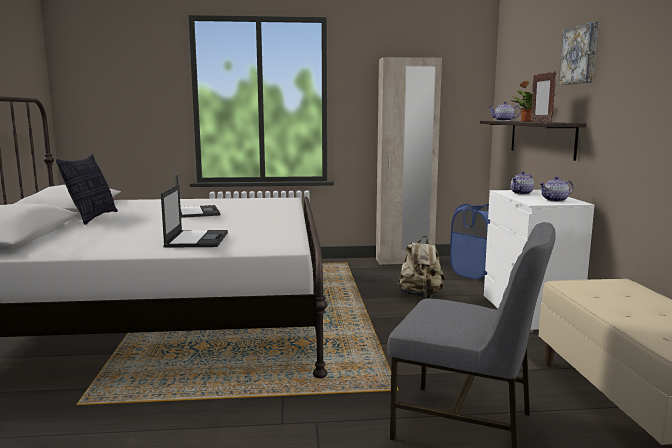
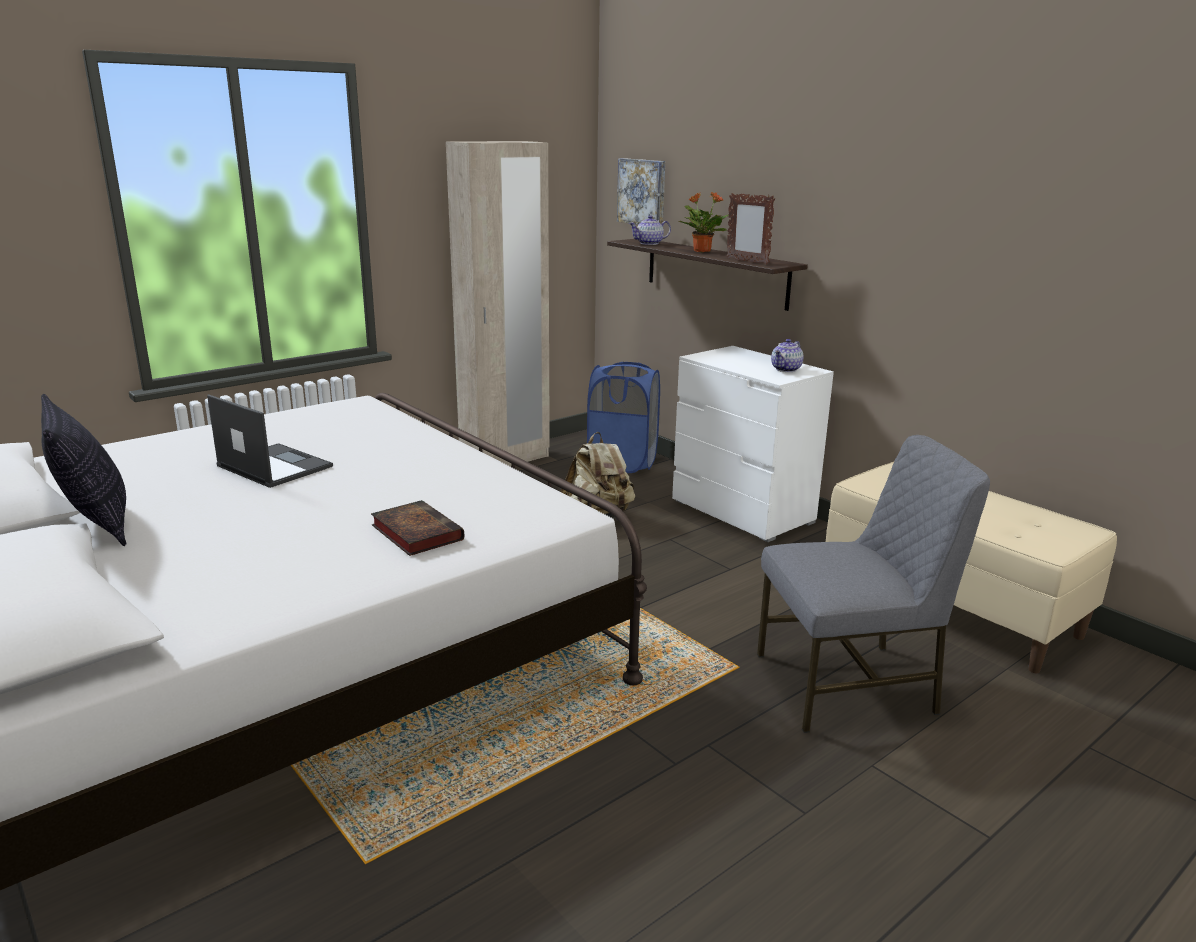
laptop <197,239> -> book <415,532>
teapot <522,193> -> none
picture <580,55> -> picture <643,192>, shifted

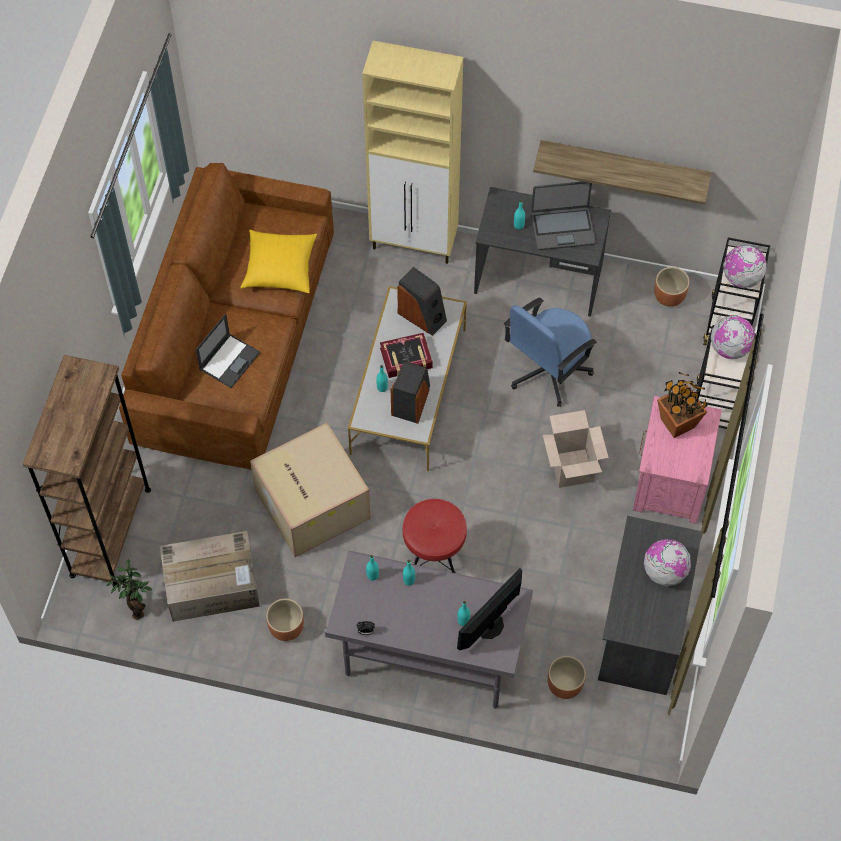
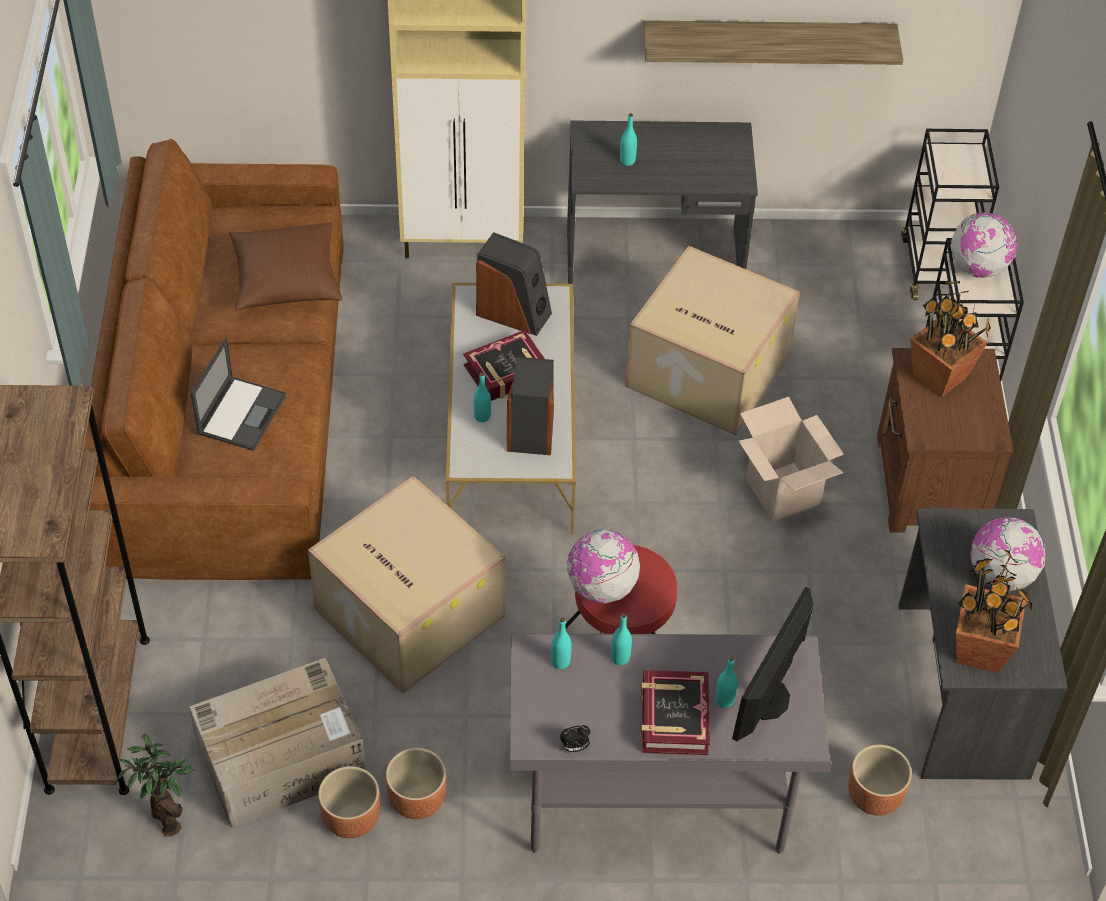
pillow in yellow <279,268> -> pillow in brown <286,280>
office chair in blue <547,371> -> cardboard box <705,371>
laptop <562,228> -> none
nightstand in pink <669,482> -> nightstand in brown <929,485>
planter in brown <668,296> -> planter in brown <350,819>, shifted
globe <741,278> -> globe <601,587>, shifted
none -> book <673,718>
none -> potted plant <980,652>

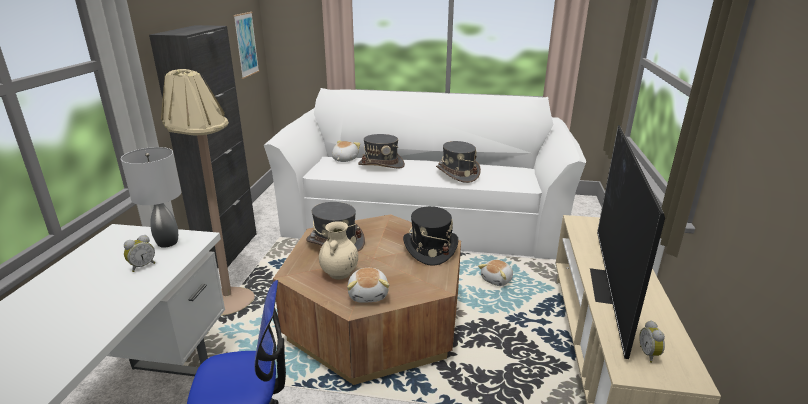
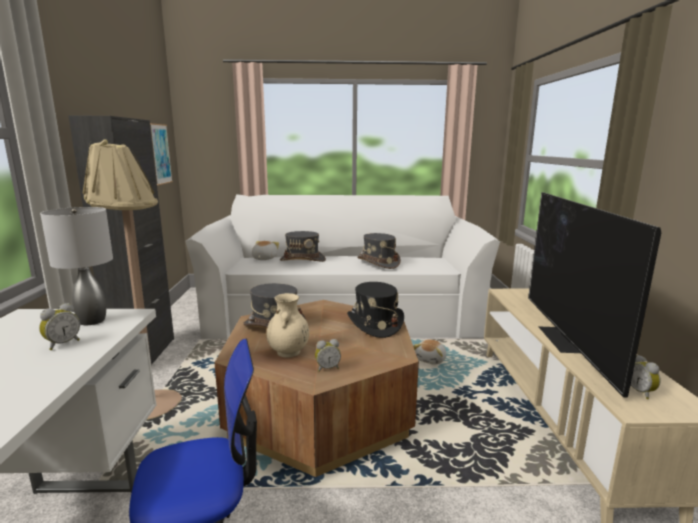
plush toy <369,294> -> alarm clock <327,368>

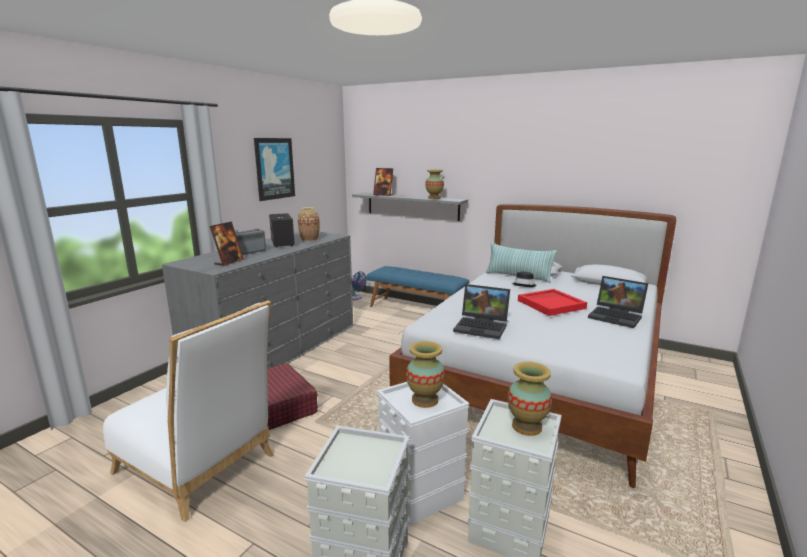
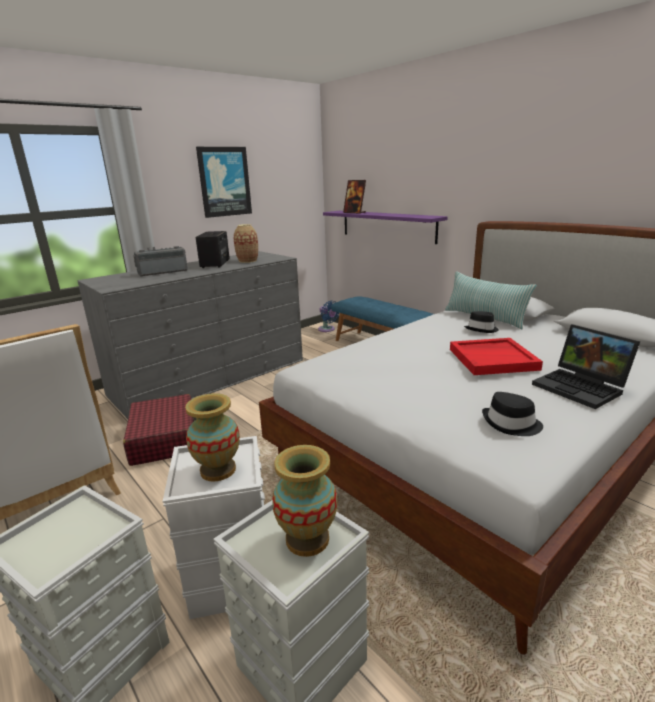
picture frame <229,262> -> none
shelf in grey <412,206> -> shelf in purple <387,226>
vase <434,198> -> none
laptop <482,327> -> none
none -> hat in black <511,424>

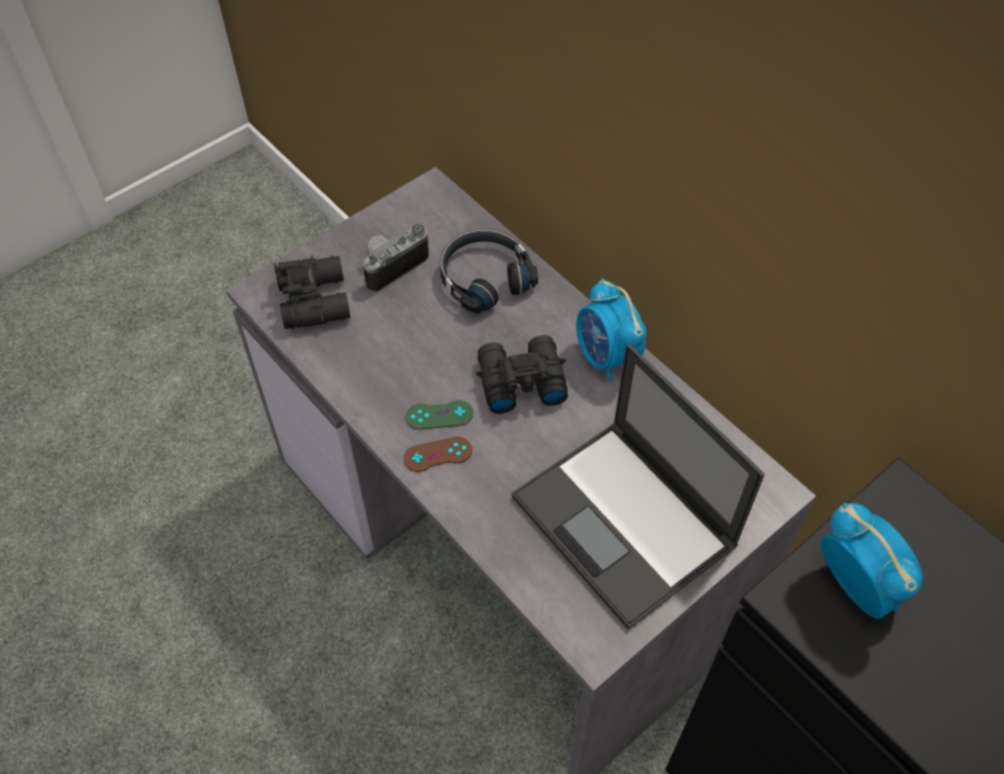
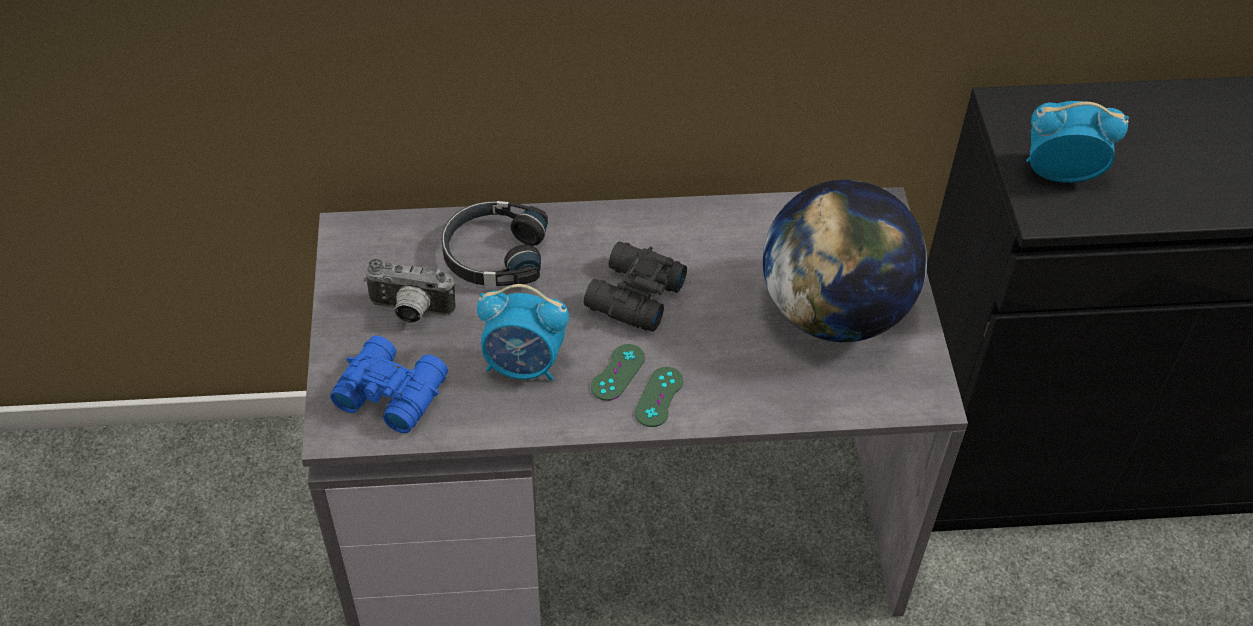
binoculars in black <316,299> -> binoculars in blue <390,391>
photo camera <392,265> -> photo camera <410,312>, 75 degrees counterclockwise
game controller in brown <438,454> -> game controller in green <659,397>
laptop <625,523> -> globe <834,312>
alarm clock <606,357> -> alarm clock <524,365>, shifted

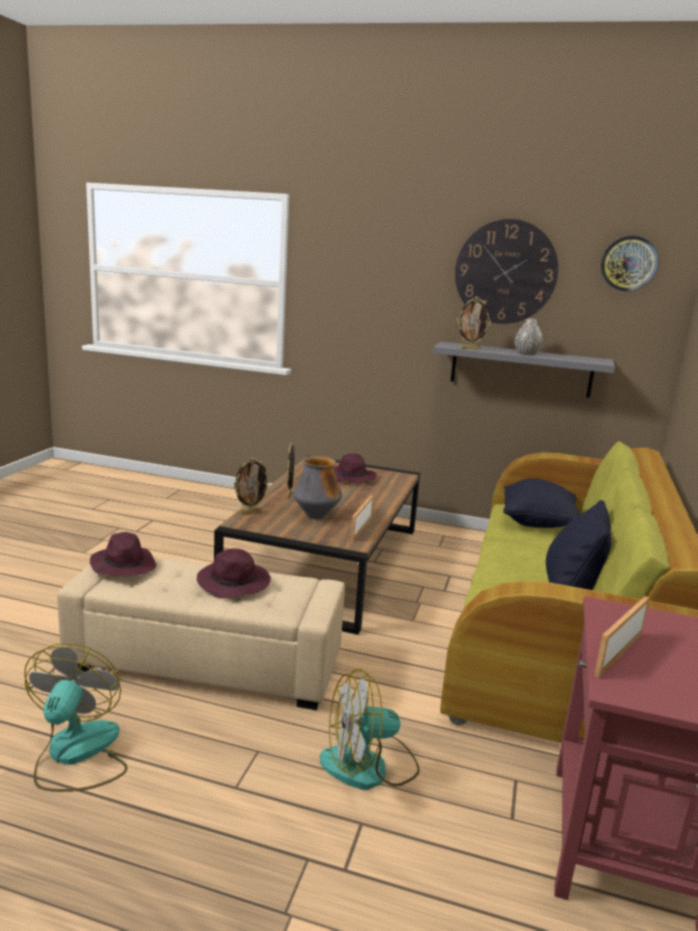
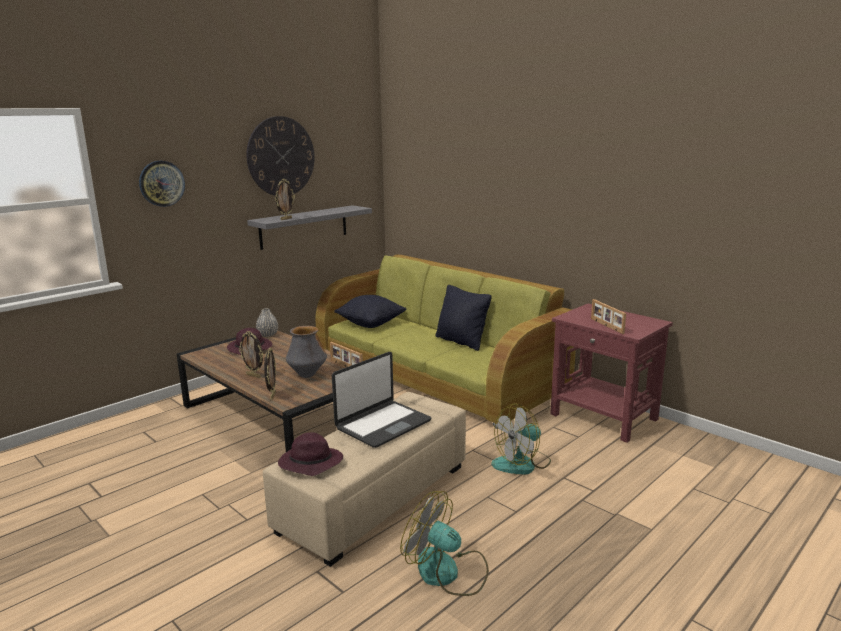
hat in purple <234,583> -> laptop <382,424>
fan <369,766> -> fan <522,463>, 45 degrees clockwise
vase in grey <526,353> -> vase in grey <267,335>, shifted
wall clock <629,263> -> wall clock <161,183>, shifted

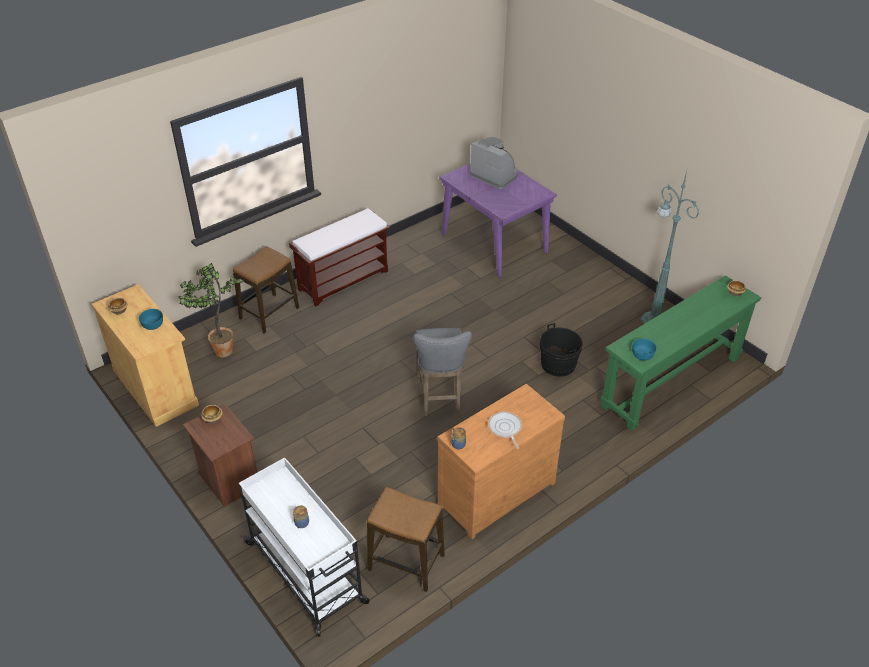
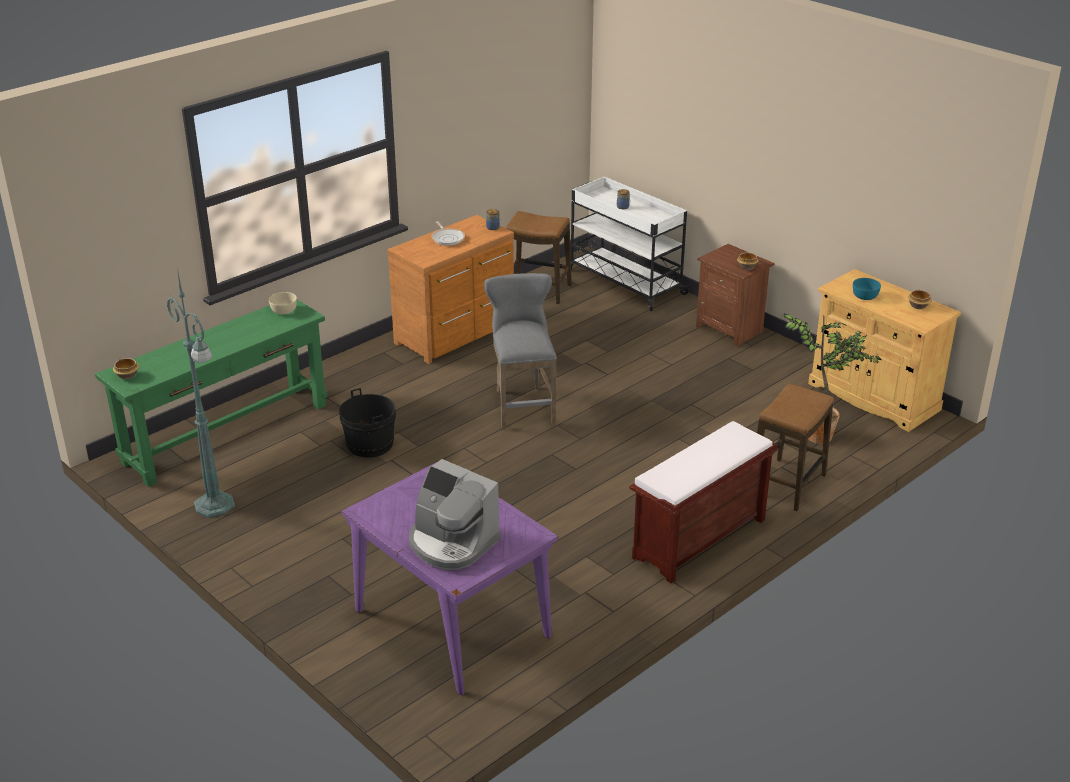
bowl in turquoise <642,355> -> bowl in beige <283,310>

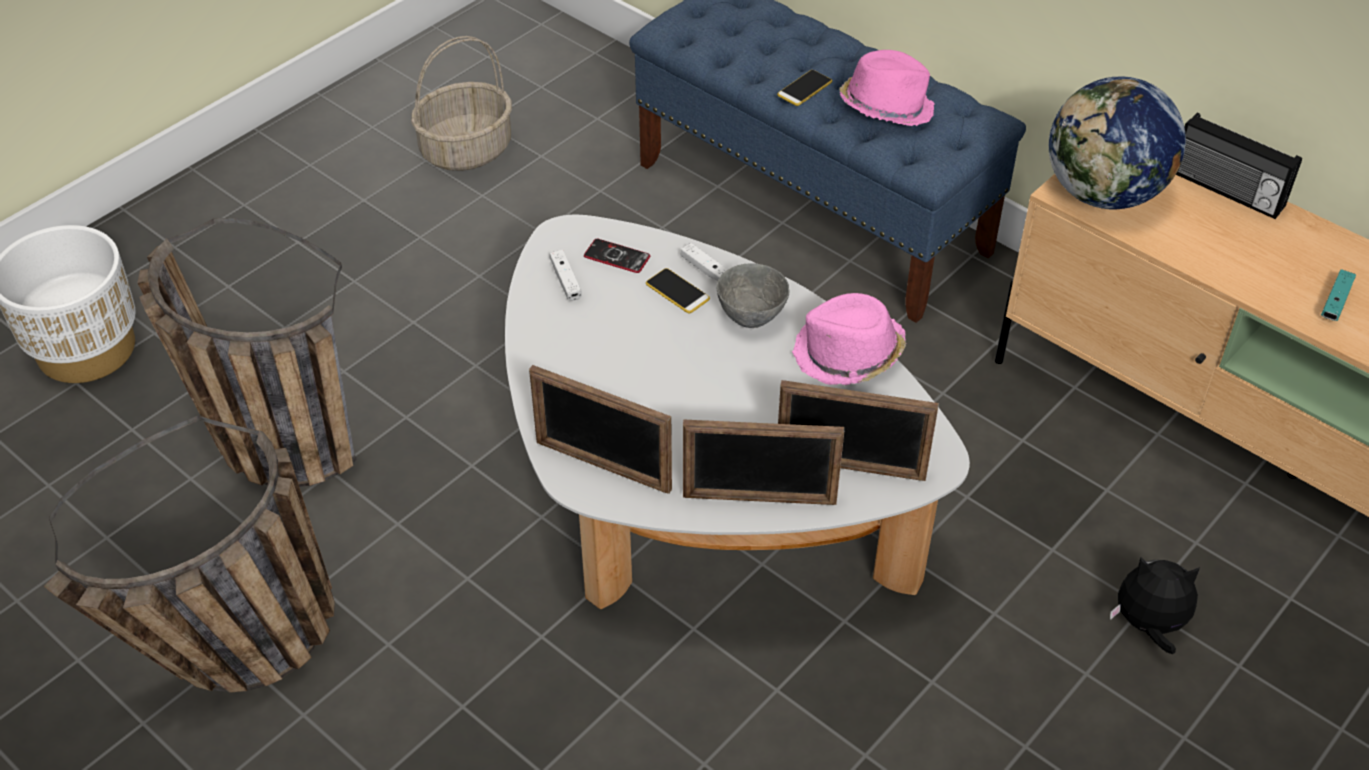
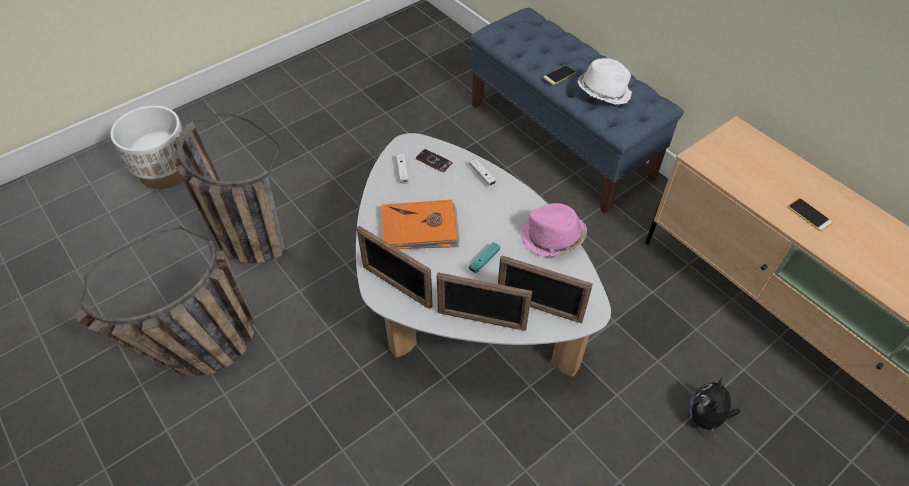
basket <467,149> -> none
phone <677,291> -> phone <809,215>, shifted
bowl in grey <751,316> -> none
hat in pink <885,107> -> hat in white <603,91>
globe <1104,194> -> none
plush toy <1148,626> -> plush toy <706,417>, 90 degrees counterclockwise
radio <1226,191> -> none
game controller in turquoise <1335,302> -> game controller in turquoise <484,260>, shifted
none -> book in orange <420,228>

